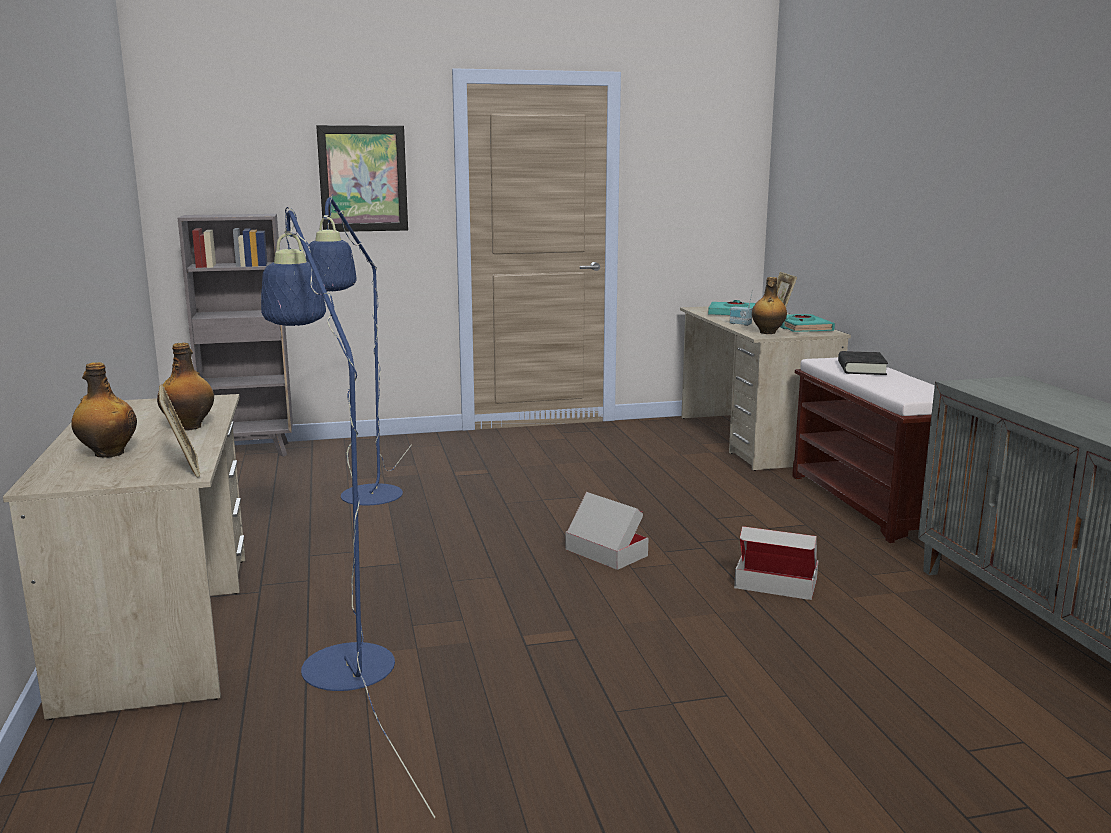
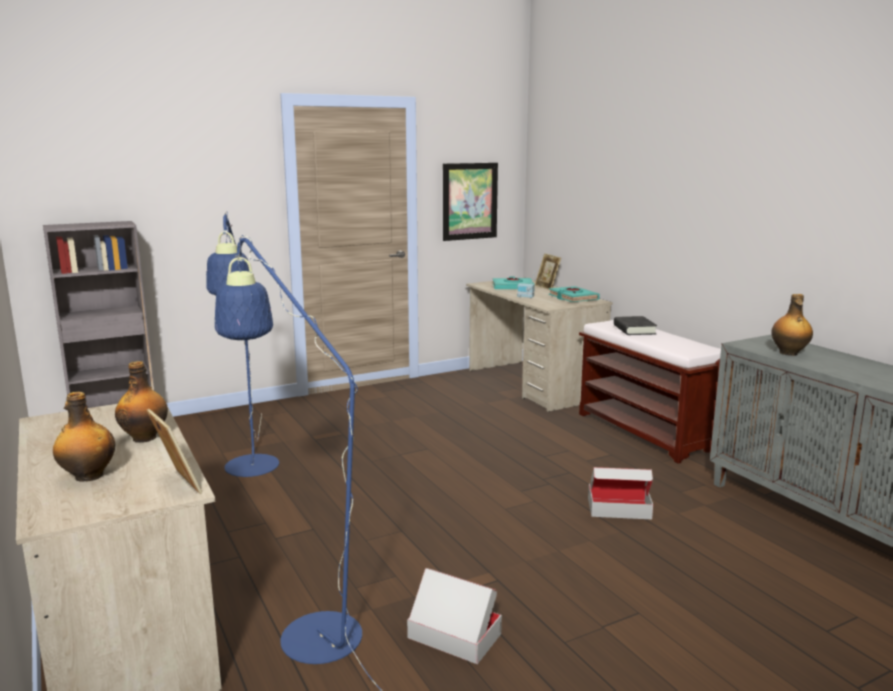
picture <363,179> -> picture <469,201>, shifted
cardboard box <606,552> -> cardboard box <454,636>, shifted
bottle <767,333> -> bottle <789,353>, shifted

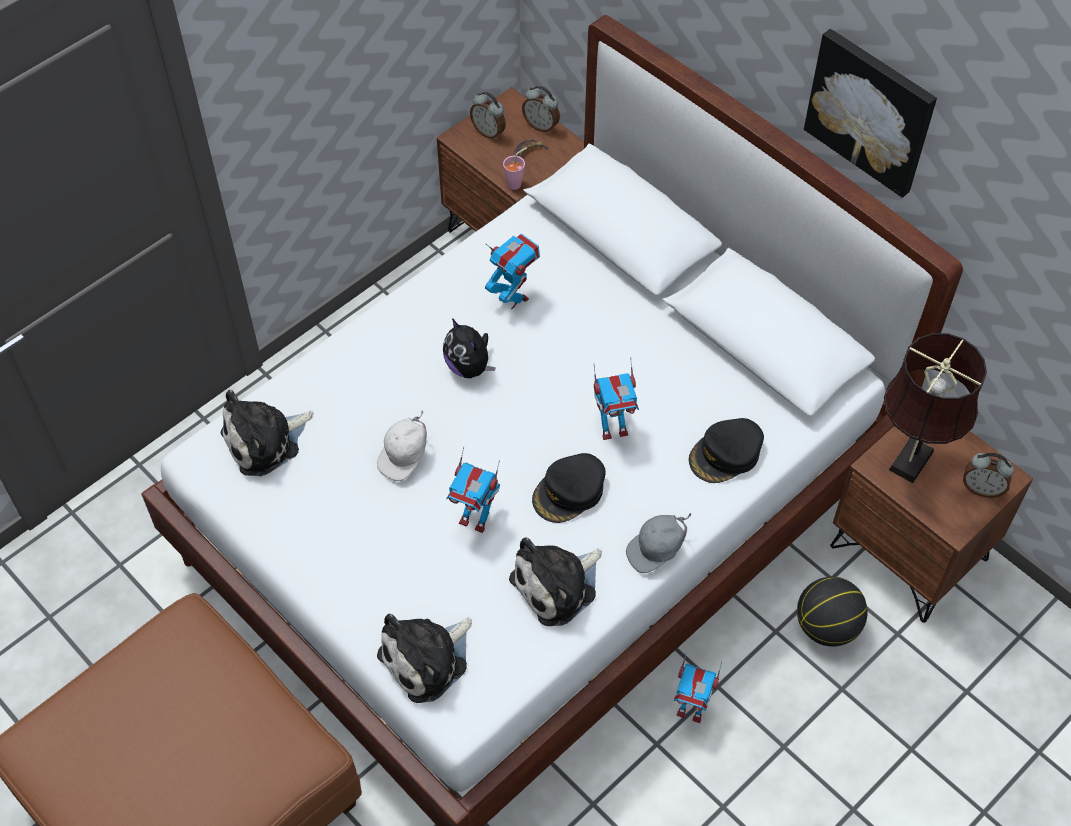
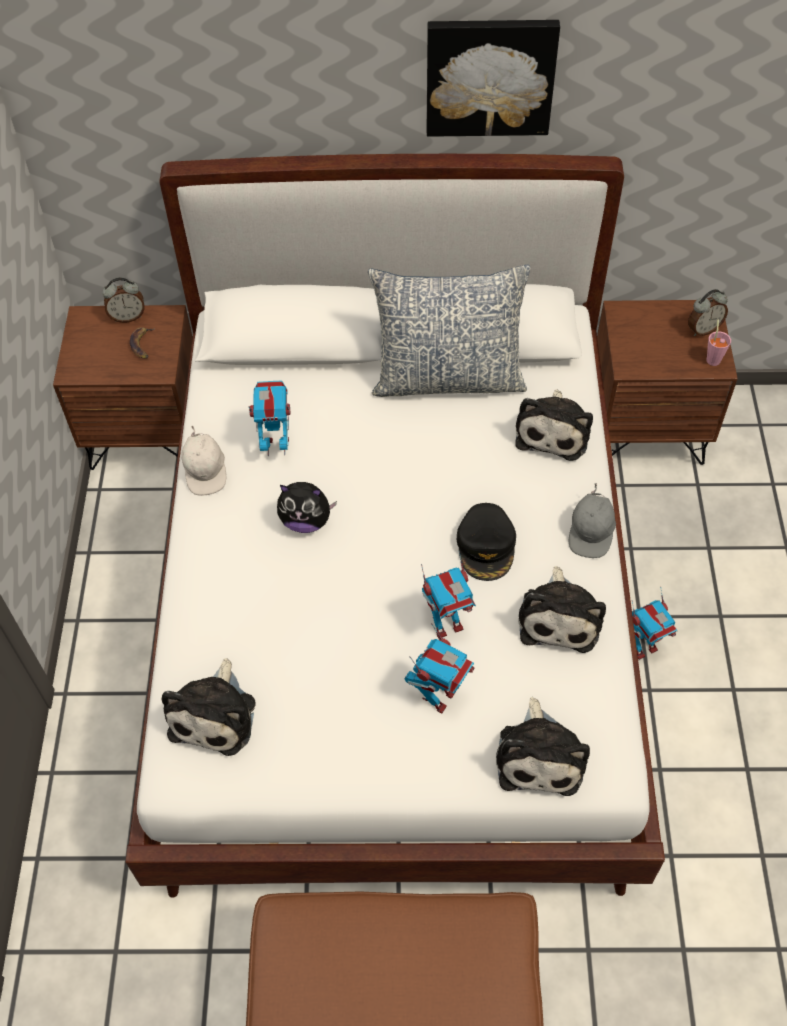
cap in white <405,456> -> cap in white <206,471>, shifted
alarm clock <489,132> -> none
cup in pink <517,183> -> cup in pink <713,358>, shifted
toy robot <613,428> -> toy robot <438,696>, shifted
cap in black <726,455> -> plush toy <553,431>
basketball <827,627> -> none
table lamp in brown <908,464> -> none
none -> pillow <448,378>

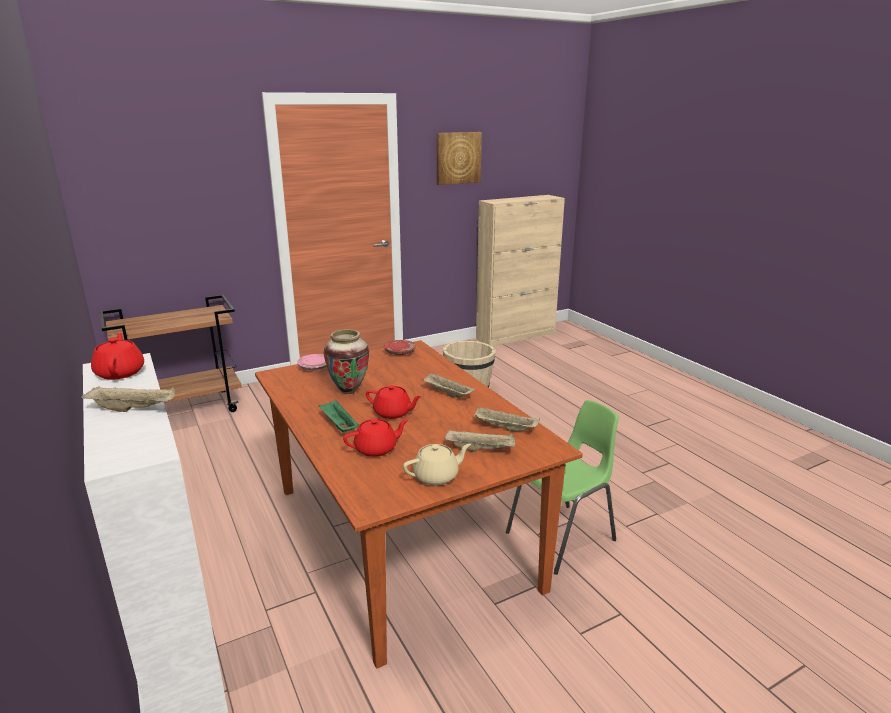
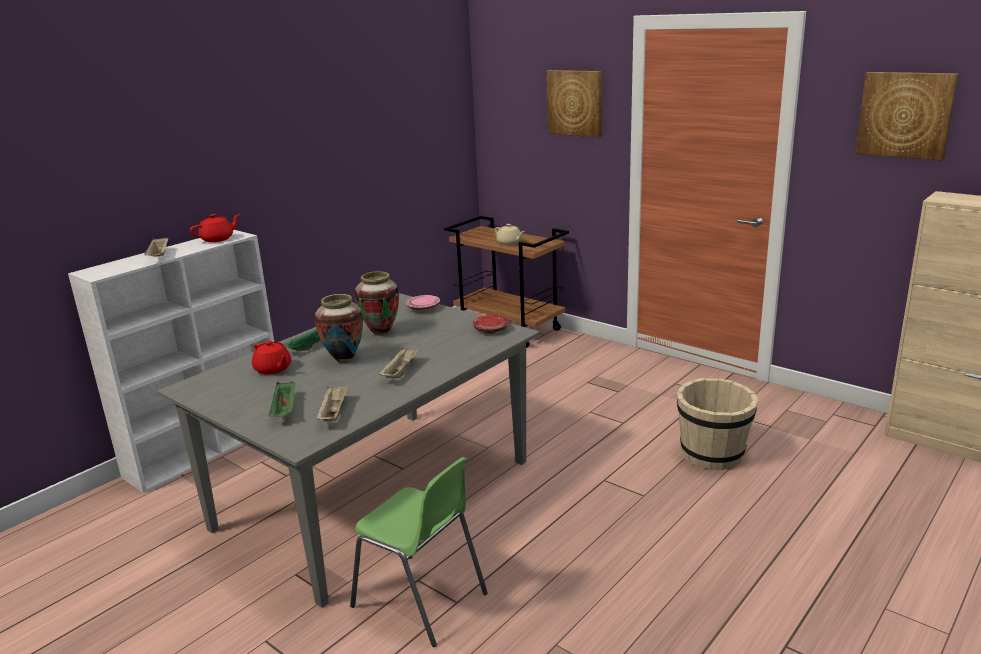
dining table in brown <403,536> -> dining table in grey <375,495>
teapot in red <393,413> -> vase <343,359>
teapot in beige <437,476> -> teapot in beige <509,243>, shifted
tray in beige <481,449> -> tray in green <285,410>
none -> picture <575,103>

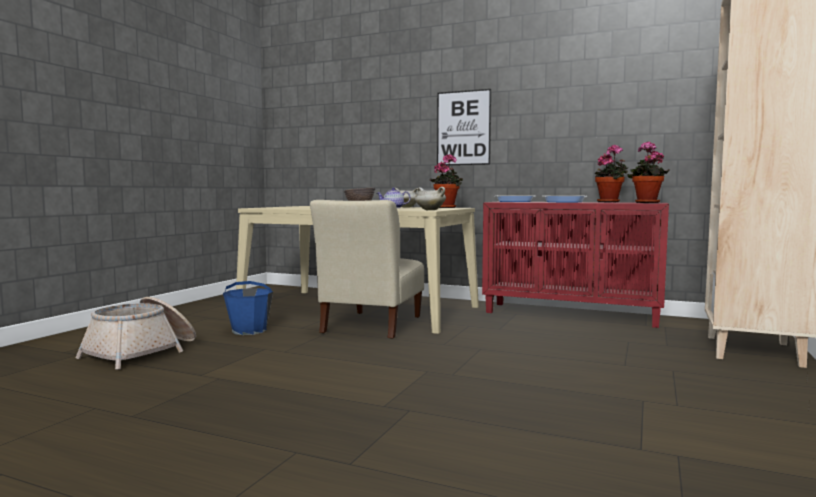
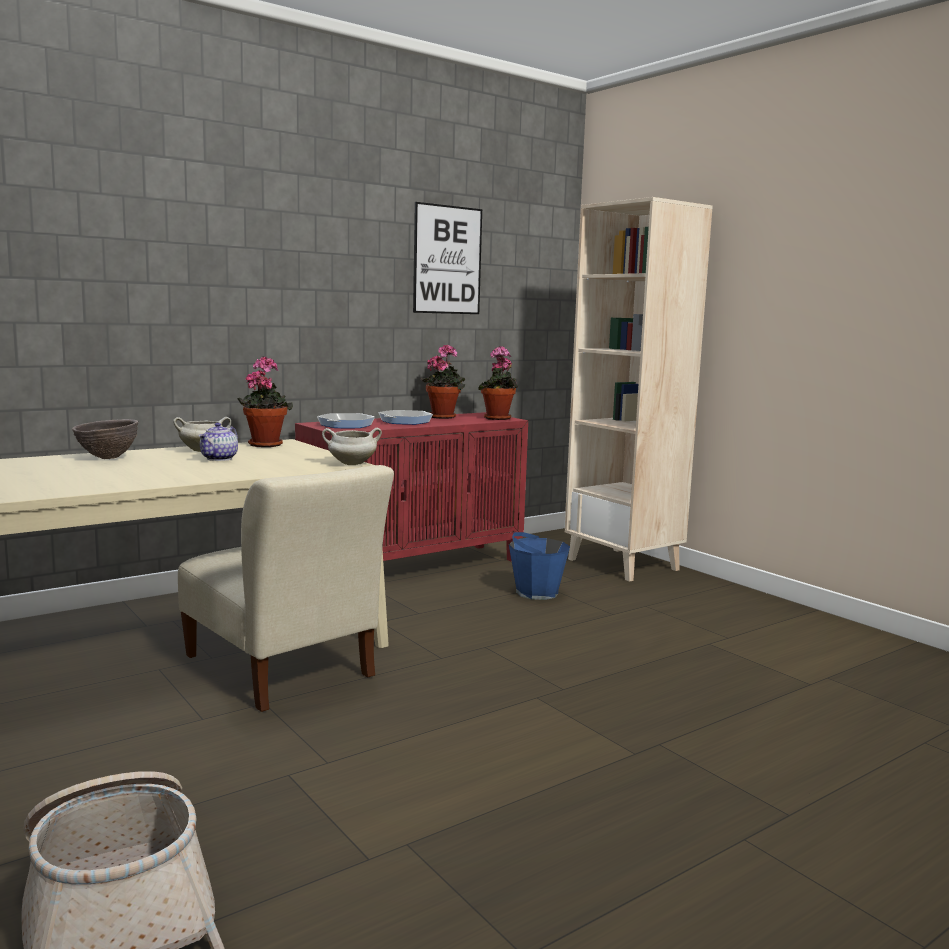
bucket in blue <249,330> -> bucket in blue <536,593>, shifted
picture <463,128> -> picture <447,260>, shifted

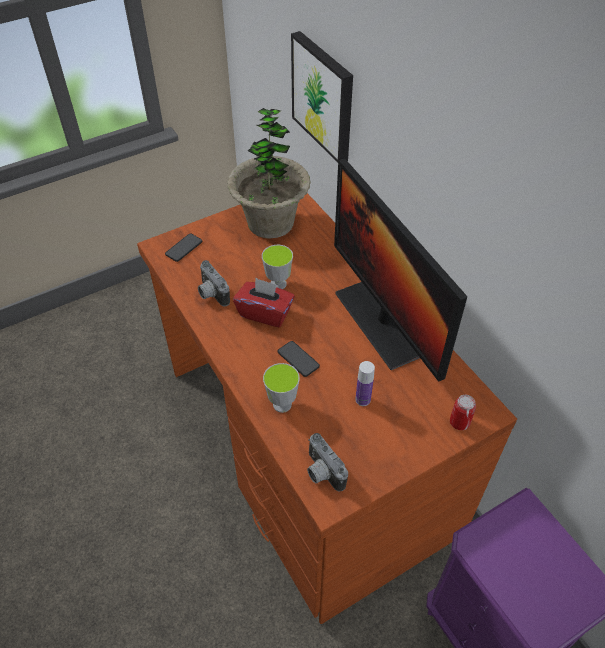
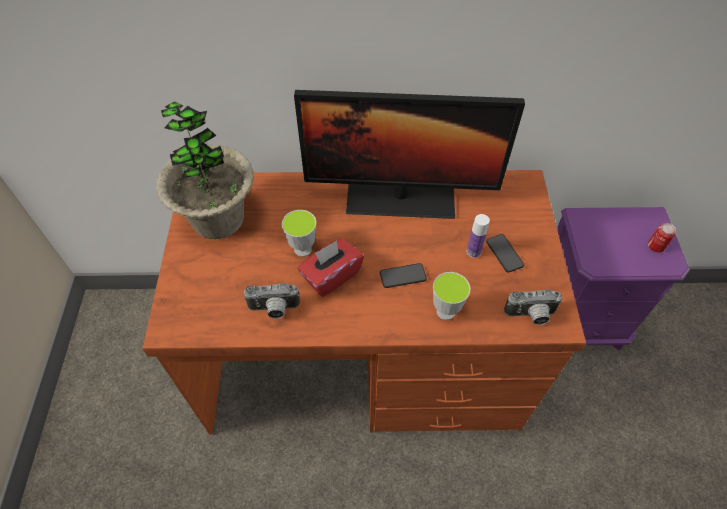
phone <184,248> -> phone <504,253>, shifted
picture <324,97> -> none
can <459,422> -> can <655,246>, shifted

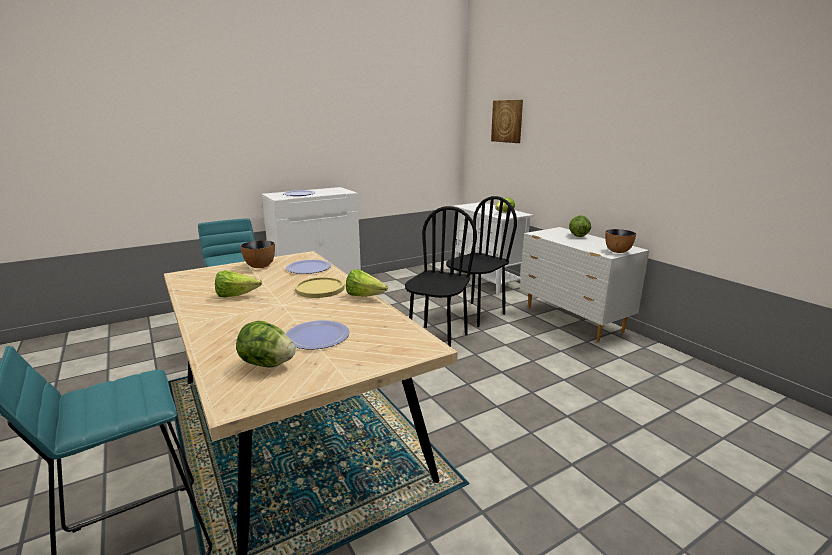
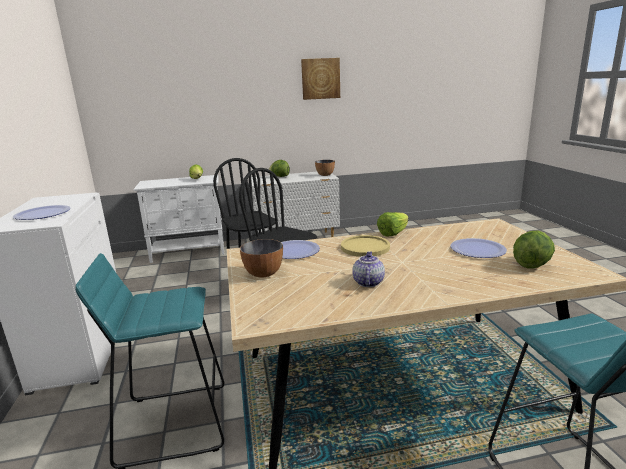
lettuce <236,296> -> teapot <367,282>
picture <507,121> -> picture <320,78>, shifted

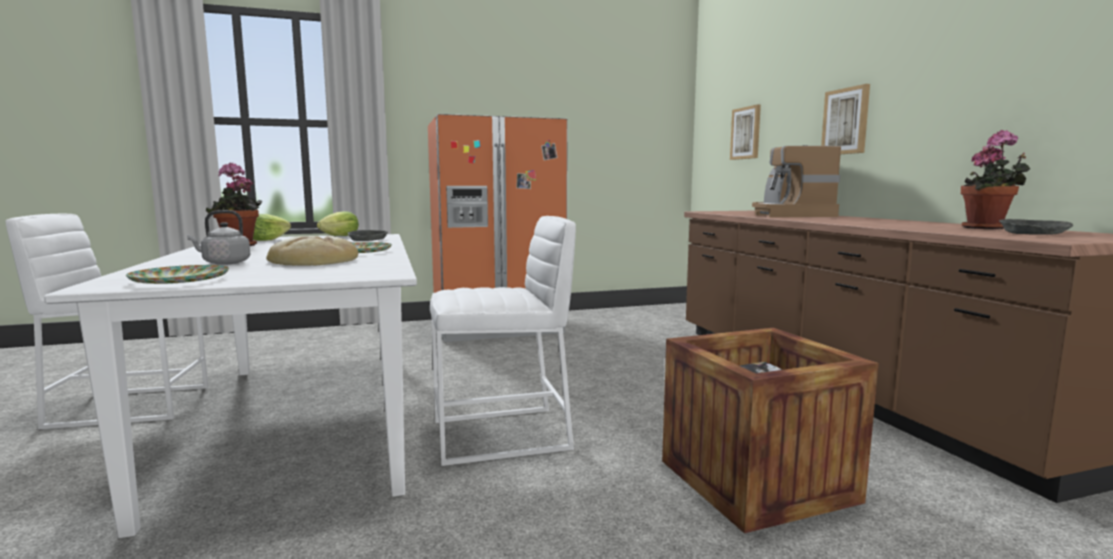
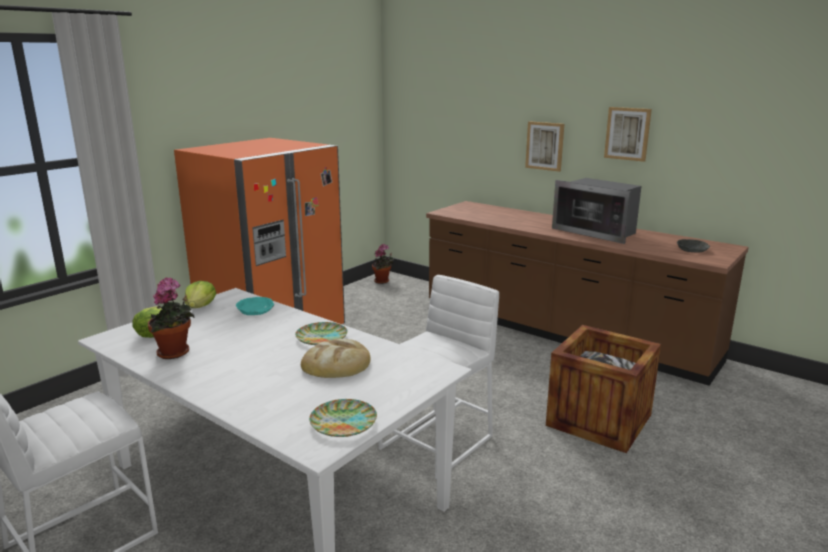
kettle in grey <224,263> -> none
bowl in grey <368,240> -> bowl in turquoise <255,311>
picture <746,133> -> picture <627,133>, shifted
coffee machine <788,215> -> none
potted plant <987,228> -> potted plant <383,281>, shifted
none -> microwave <597,231>

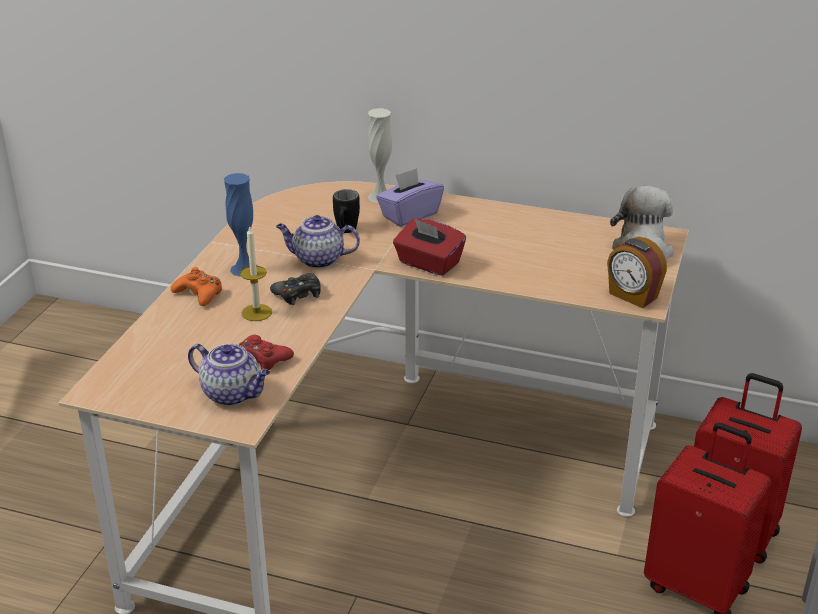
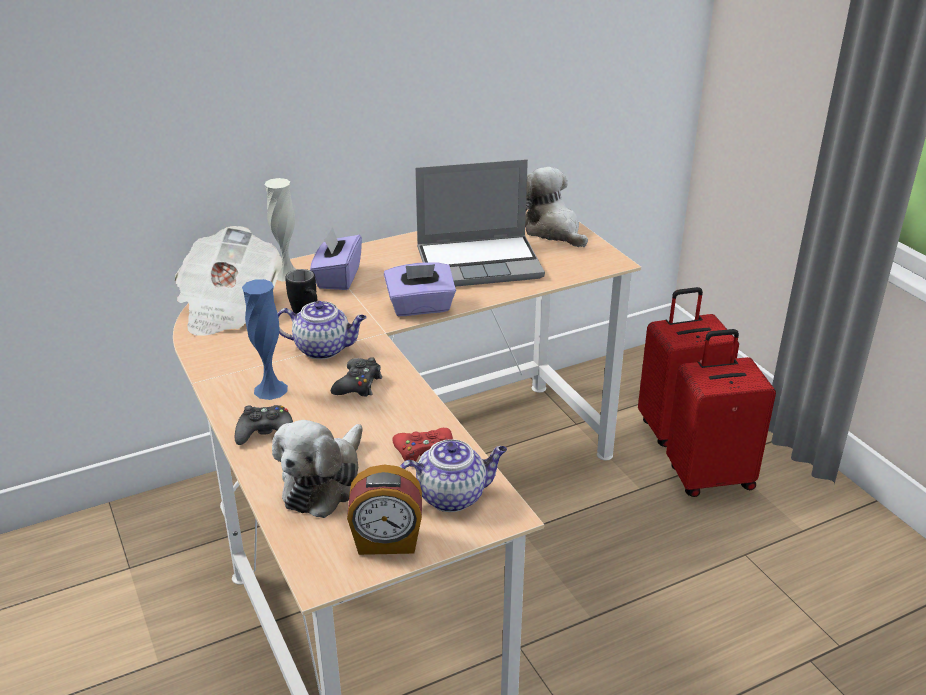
game controller in orange <199,294> -> game controller in black <266,433>
candle <256,312> -> none
teapot <317,260> -> teapot <324,349>, 135 degrees counterclockwise
tissue box in red <428,264> -> tissue box in purple <420,307>
alarm clock <632,296> -> alarm clock <387,542>, shifted
none -> newspaper <229,308>
none -> plush toy <324,482>
none -> laptop <480,263>

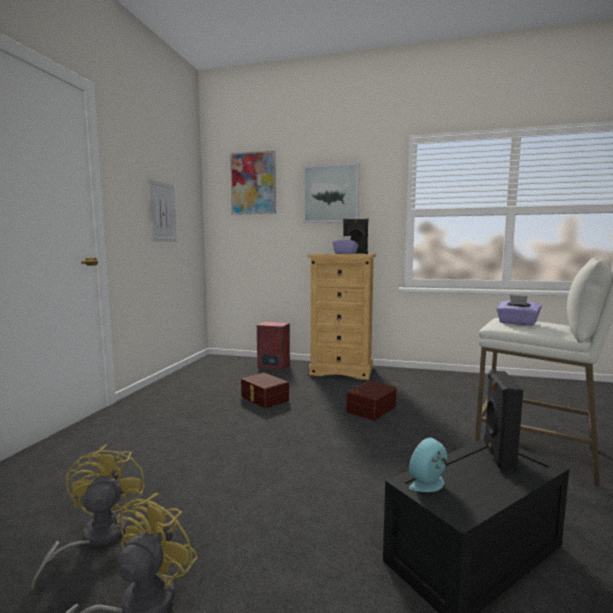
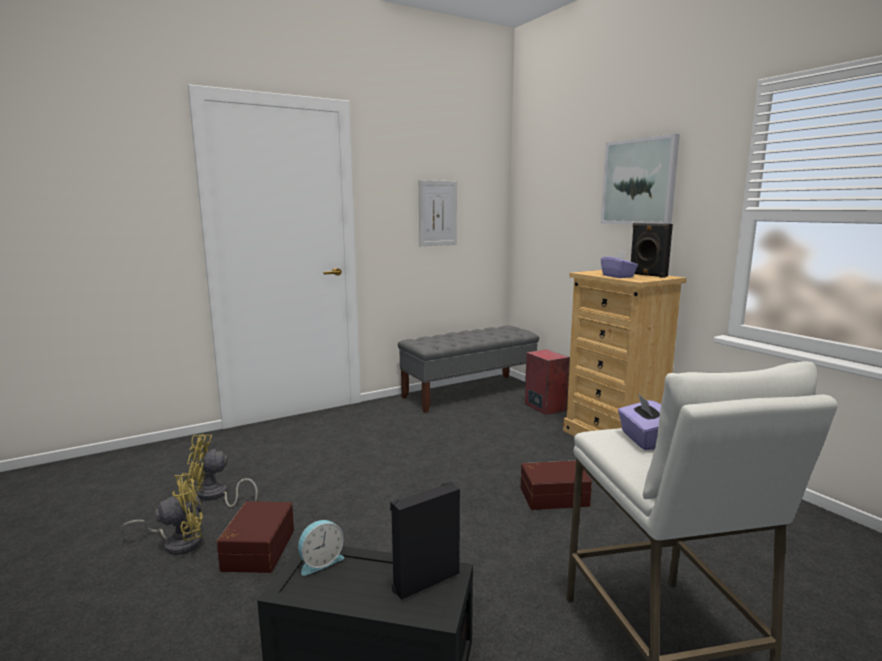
fan in yellow <95,538> -> fan in yellow <215,496>, 135 degrees counterclockwise
picture <253,183> -> none
storage box in brown <264,399> -> storage box in brown <257,549>, shifted
alarm clock <430,483> -> alarm clock <320,561>, 135 degrees clockwise
none -> bench in grey <469,392>

